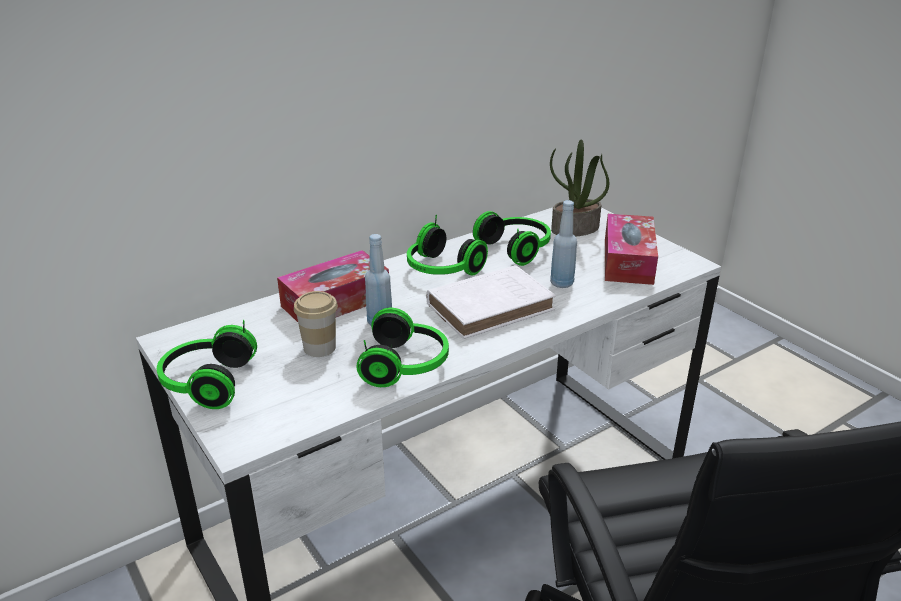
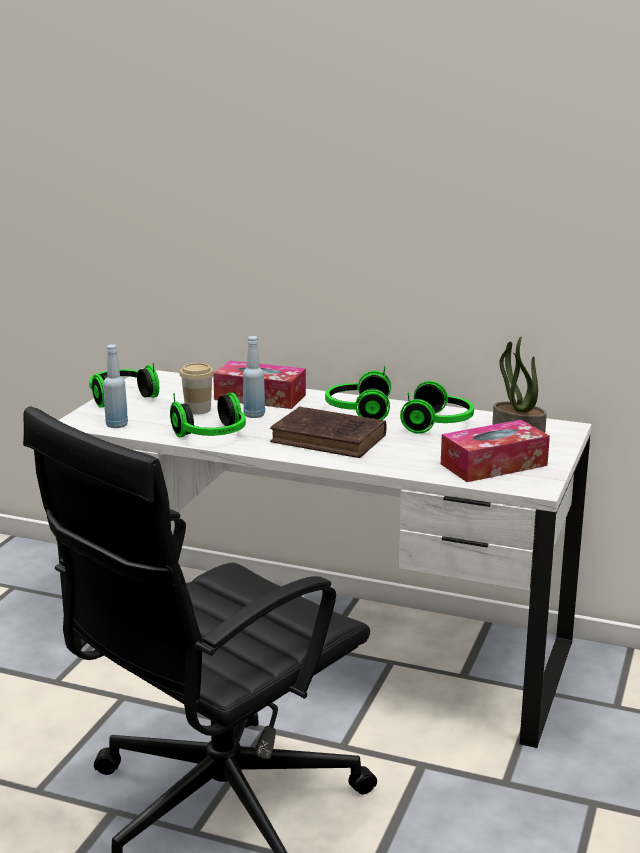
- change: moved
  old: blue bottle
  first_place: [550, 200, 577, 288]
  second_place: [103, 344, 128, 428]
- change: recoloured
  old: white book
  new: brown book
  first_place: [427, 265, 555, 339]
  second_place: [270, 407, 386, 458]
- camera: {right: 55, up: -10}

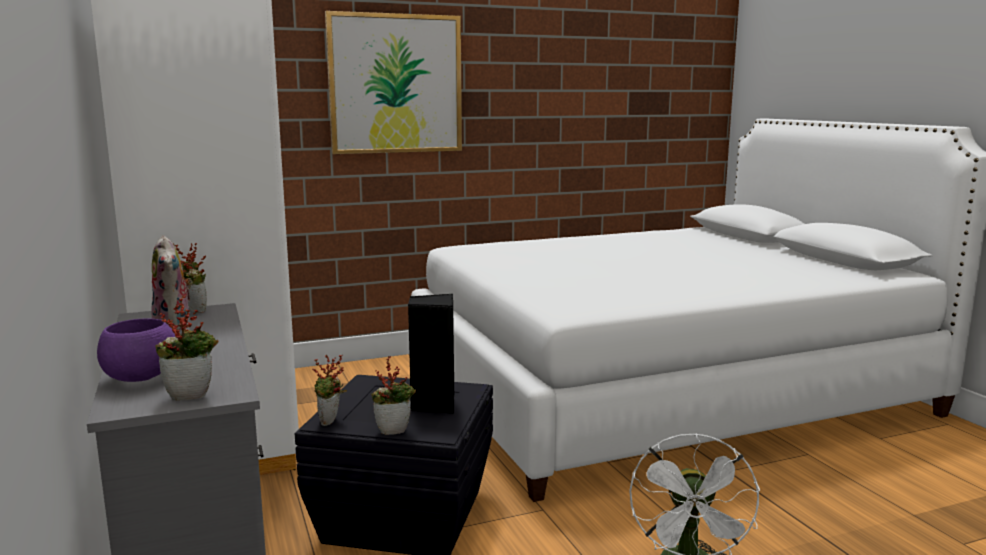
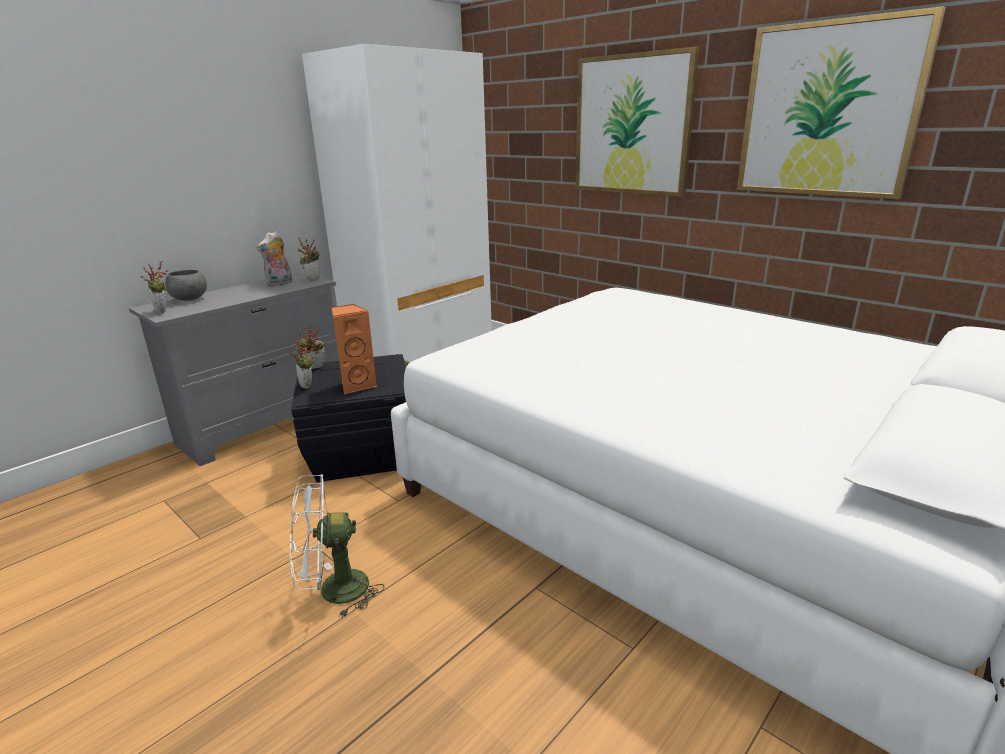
- change: recoloured
  old: purple bowl
  new: grey bowl
  first_place: [97, 319, 175, 382]
  second_place: [165, 270, 207, 301]
- change: recoloured
  old: black speaker
  new: orange speaker
  first_place: [408, 294, 454, 414]
  second_place: [332, 304, 377, 394]
- change: added
  new: picture
  second_place: [737, 6, 946, 199]
- camera: {right: 65, up: 10}

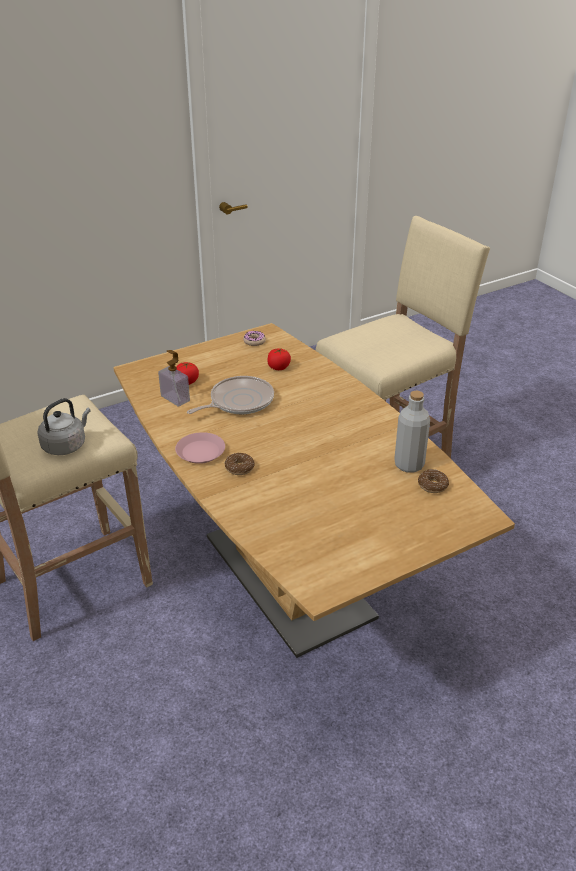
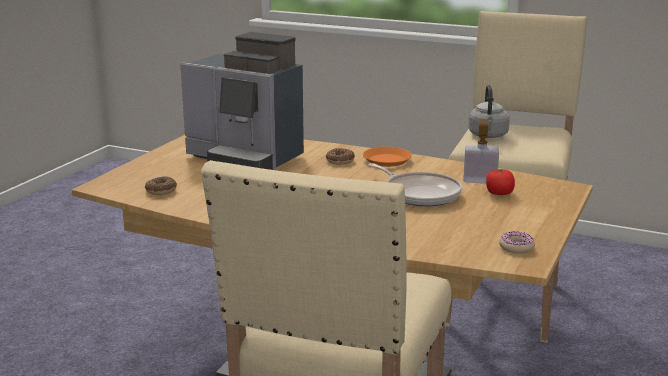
- change: added
  new: coffee machine
  second_place: [180, 32, 304, 170]
- change: recoloured
  old: pink plate
  new: orange plate
  first_place: [175, 432, 225, 464]
  second_place: [363, 147, 412, 167]
- change: turned
  old: frying pan
  first_place: [187, 376, 274, 414]
  second_place: [369, 163, 462, 206]
  degrees: -60
- change: removed
  old: tomato
  first_place: [267, 348, 291, 370]
- change: removed
  old: grey bottle
  first_place: [394, 391, 430, 473]
- camera: {right: 145, up: -15}

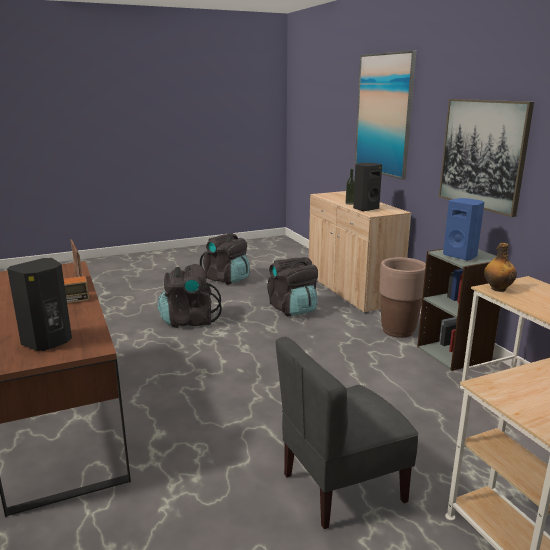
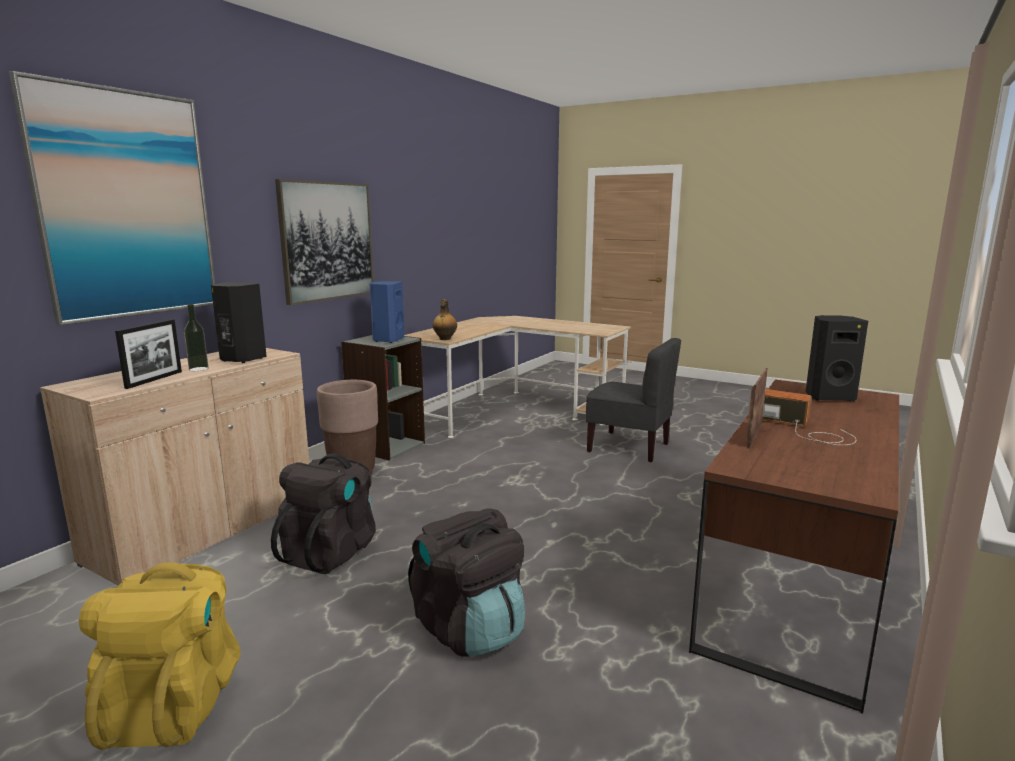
- change: recoloured
  old: black backpack
  new: yellow backpack
  first_place: [200, 233, 250, 285]
  second_place: [79, 562, 241, 750]
- change: added
  new: picture frame
  second_place: [115, 319, 182, 389]
- camera: {right: -125, up: -5}

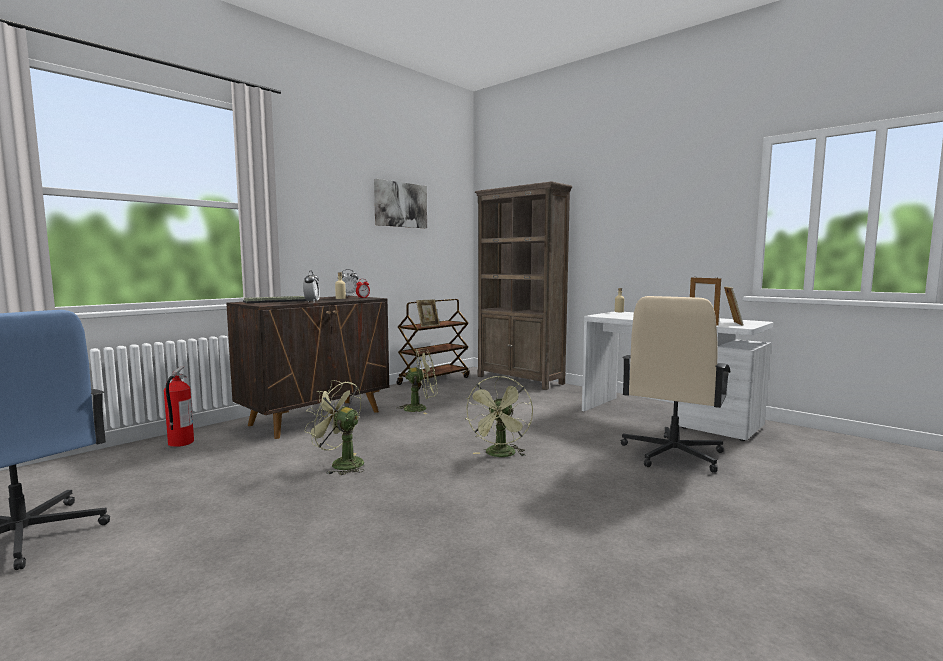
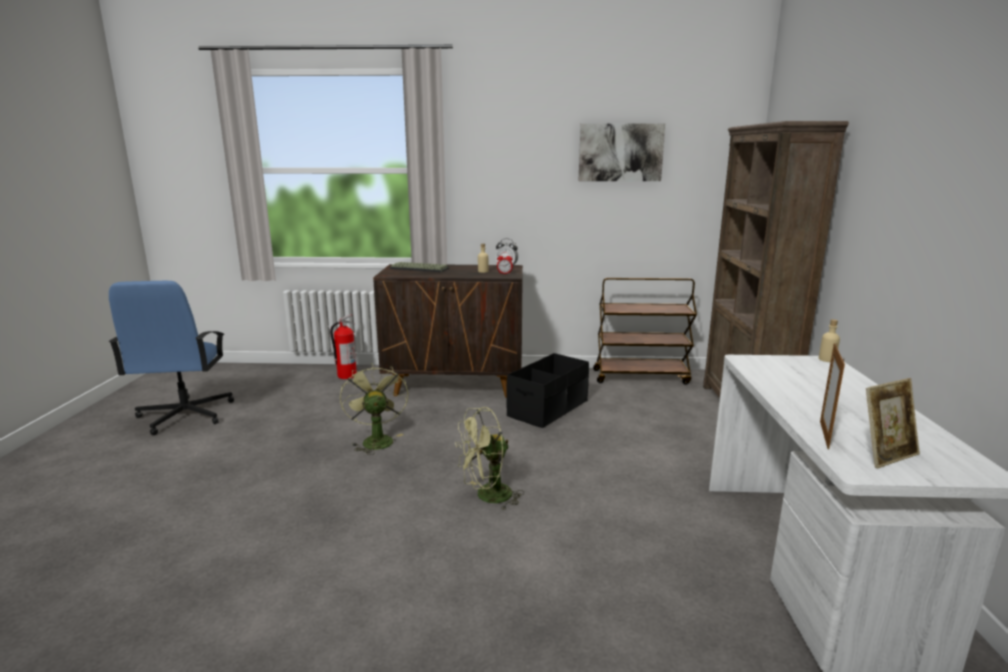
- change: replaced
  old: green fan
  new: black storage box
  first_place: [396, 348, 437, 414]
  second_place: [507, 353, 589, 428]
- change: removed
  old: alarm clock
  first_place: [303, 270, 320, 302]
- change: removed
  old: picture frame
  first_place: [416, 300, 440, 327]
- change: removed
  old: beige office chair
  first_place: [621, 296, 731, 473]
- camera: {right: 50, up: 10}

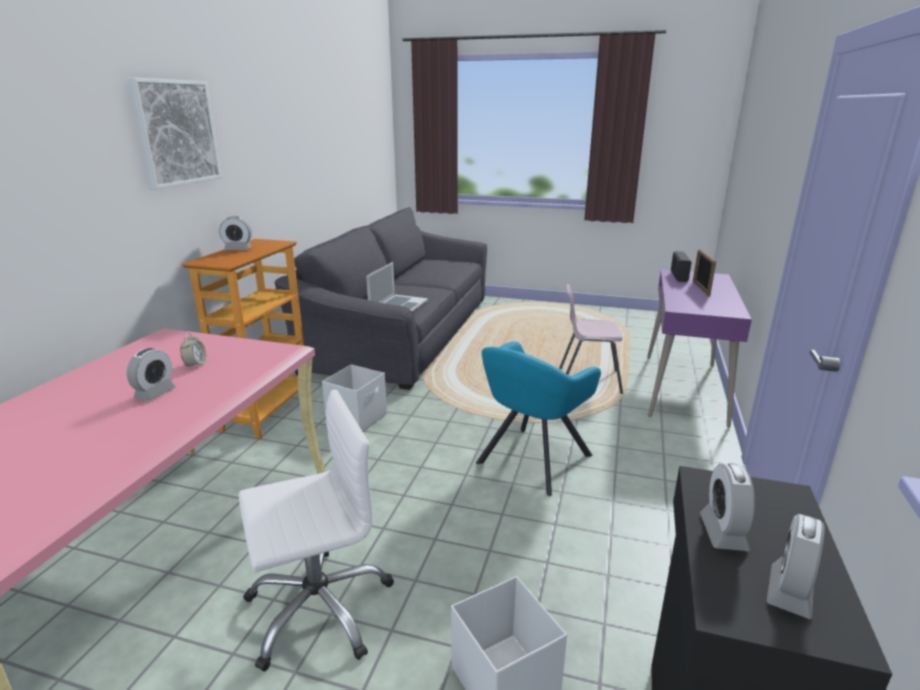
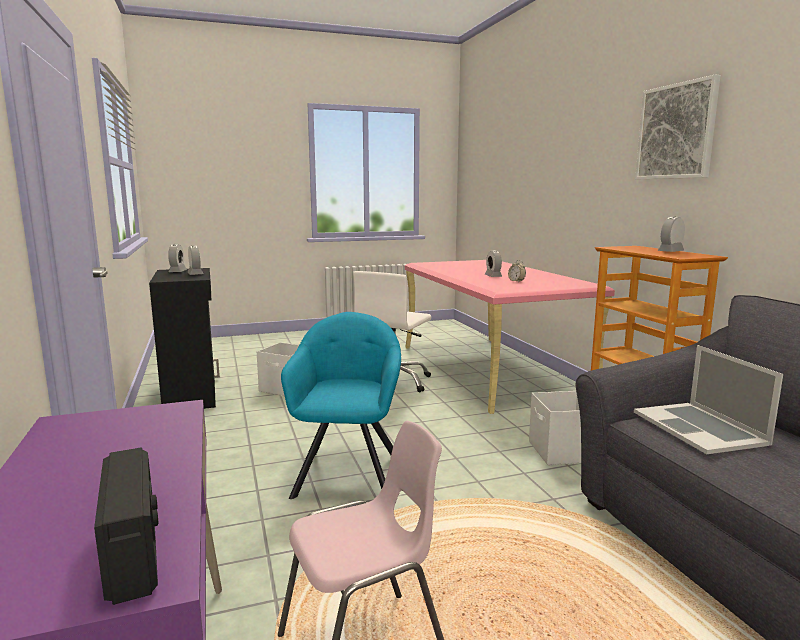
- change: removed
  old: picture frame
  first_place: [693, 249, 716, 296]
- camera: {right: 145, up: -10}

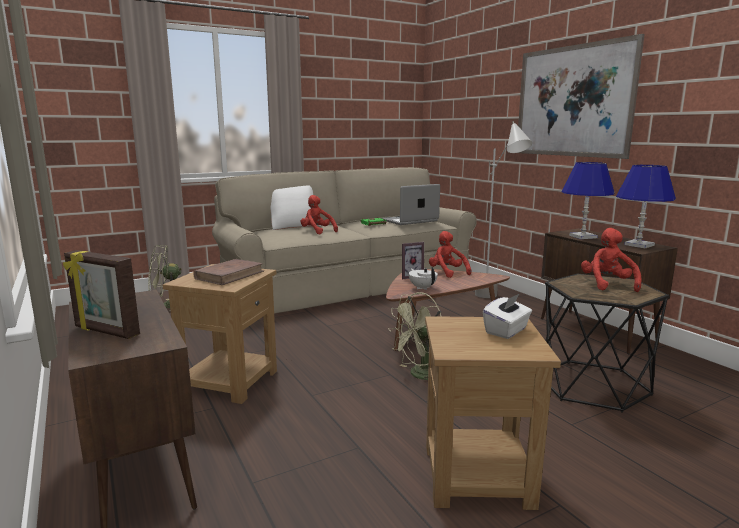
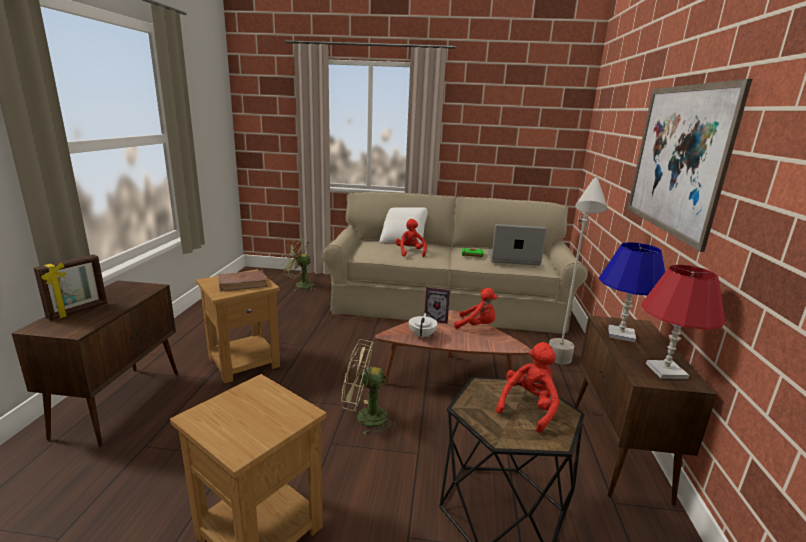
- change: turned
  old: picture frame
  first_place: [63, 250, 140, 339]
  second_place: [34, 254, 107, 321]
  degrees: -120
- change: turned
  old: red plush toy
  first_place: [429, 231, 471, 278]
  second_place: [454, 288, 497, 329]
  degrees: 105
- change: recoloured
  old: blue table lamp
  new: red table lamp
  first_place: [616, 165, 676, 248]
  second_place: [641, 265, 725, 379]
- change: removed
  old: white tissue box
  first_place: [483, 293, 532, 339]
- camera: {right: 35, up: 5}

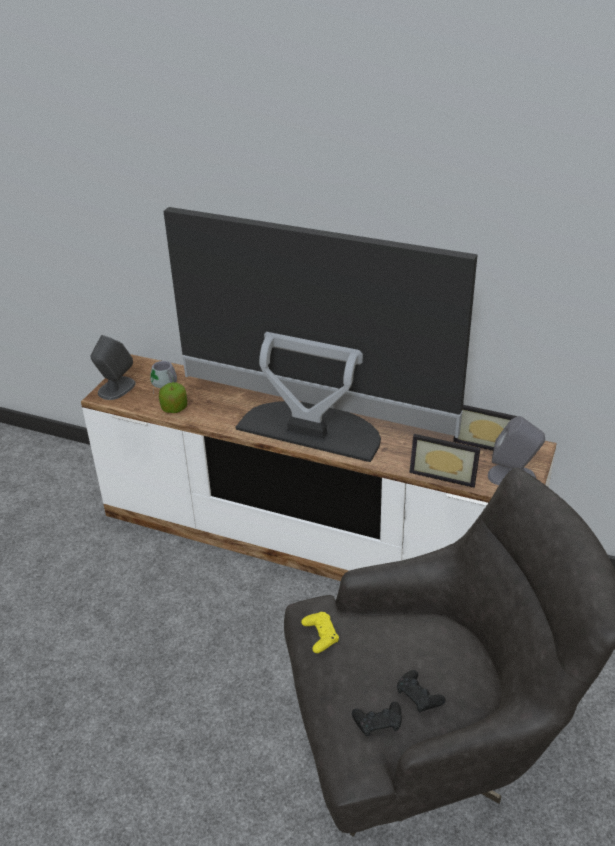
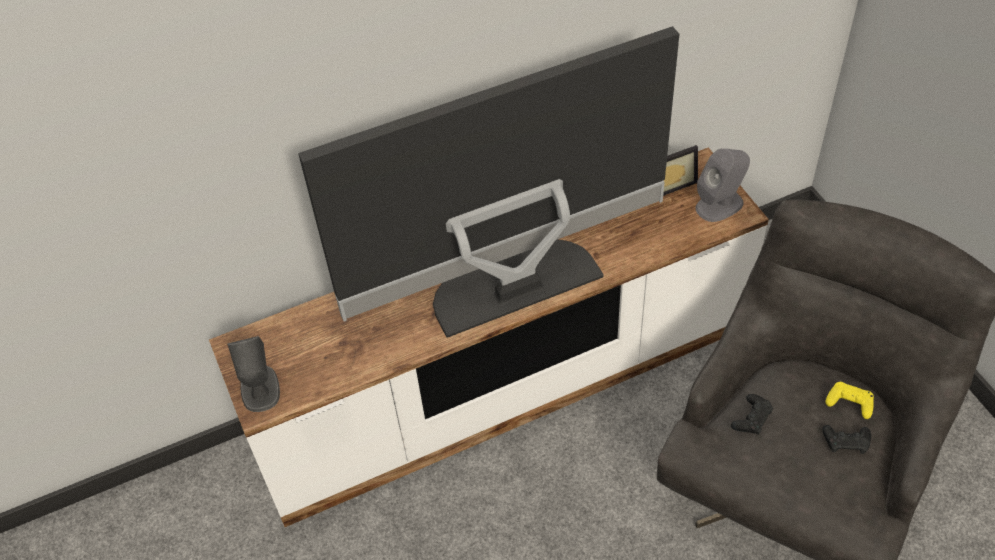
- change: moved
  old: black game controller
  first_place: [352, 702, 402, 737]
  second_place: [731, 394, 773, 435]
- change: moved
  old: yellow game controller
  first_place: [301, 612, 339, 653]
  second_place: [825, 382, 874, 419]
- change: removed
  old: grey mug
  first_place: [150, 361, 177, 392]
- change: removed
  old: apple
  first_place: [159, 382, 187, 413]
- change: removed
  old: picture frame
  first_place: [409, 434, 480, 488]
- camera: {right: -45, up: 15}

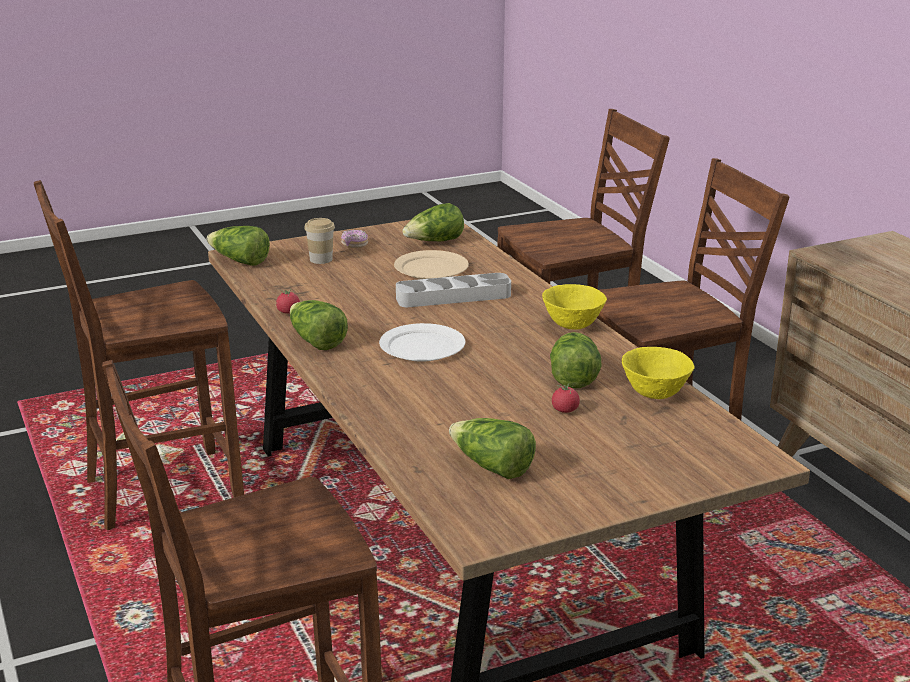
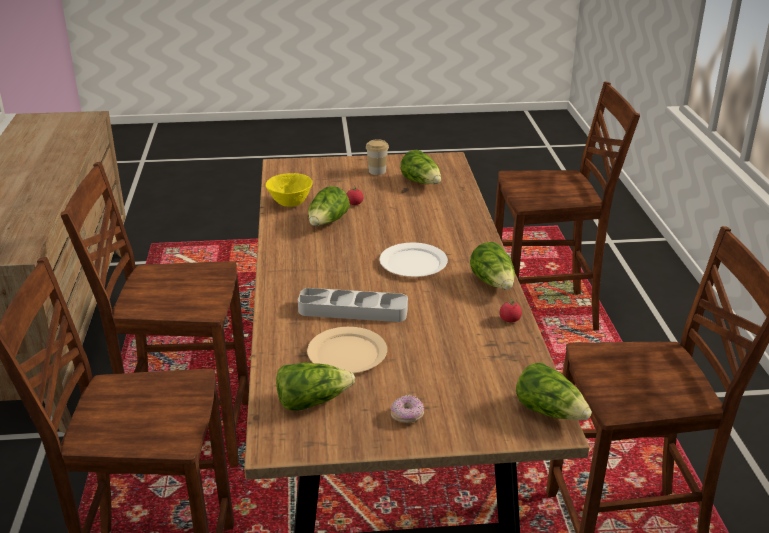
- change: moved
  old: cup
  first_place: [304, 218, 335, 264]
  second_place: [366, 139, 389, 175]
- change: removed
  old: yellow bowl
  first_place: [542, 284, 607, 330]
- camera: {right: -160, up: 5}

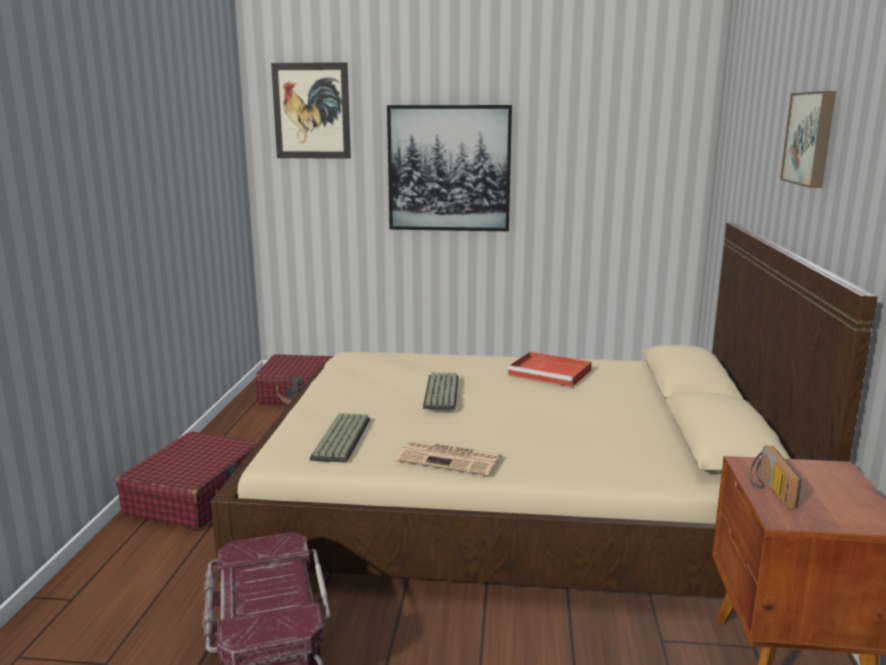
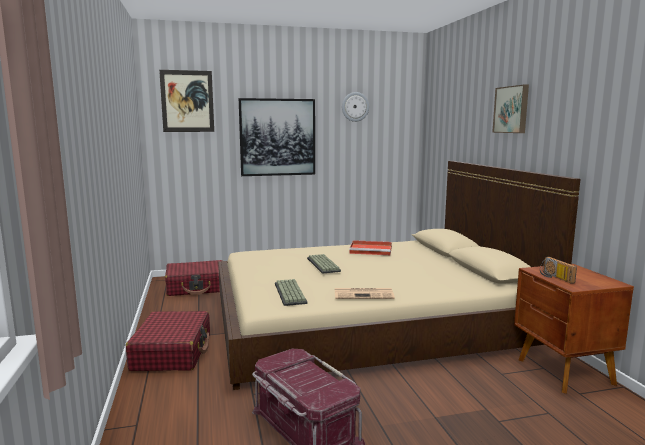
- change: added
  new: wall clock
  second_place: [342, 92, 369, 122]
- camera: {right: -20, up: -5}

